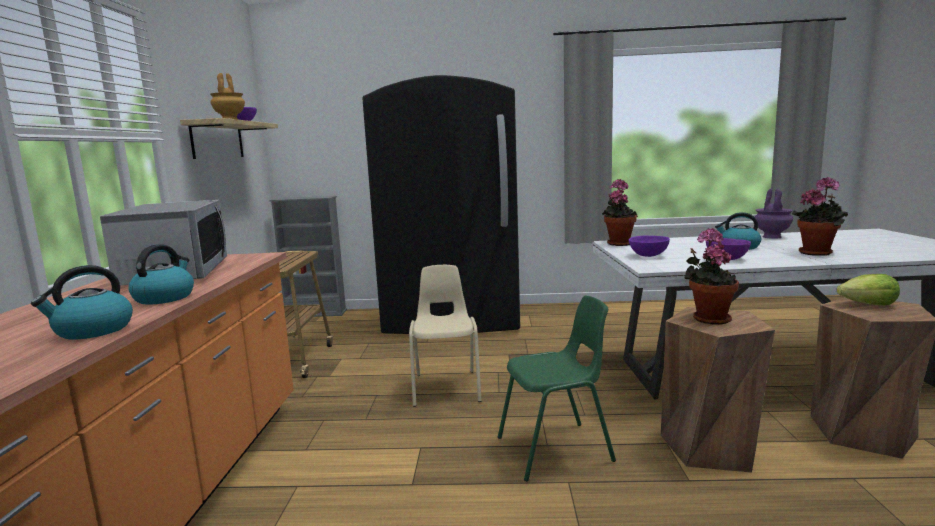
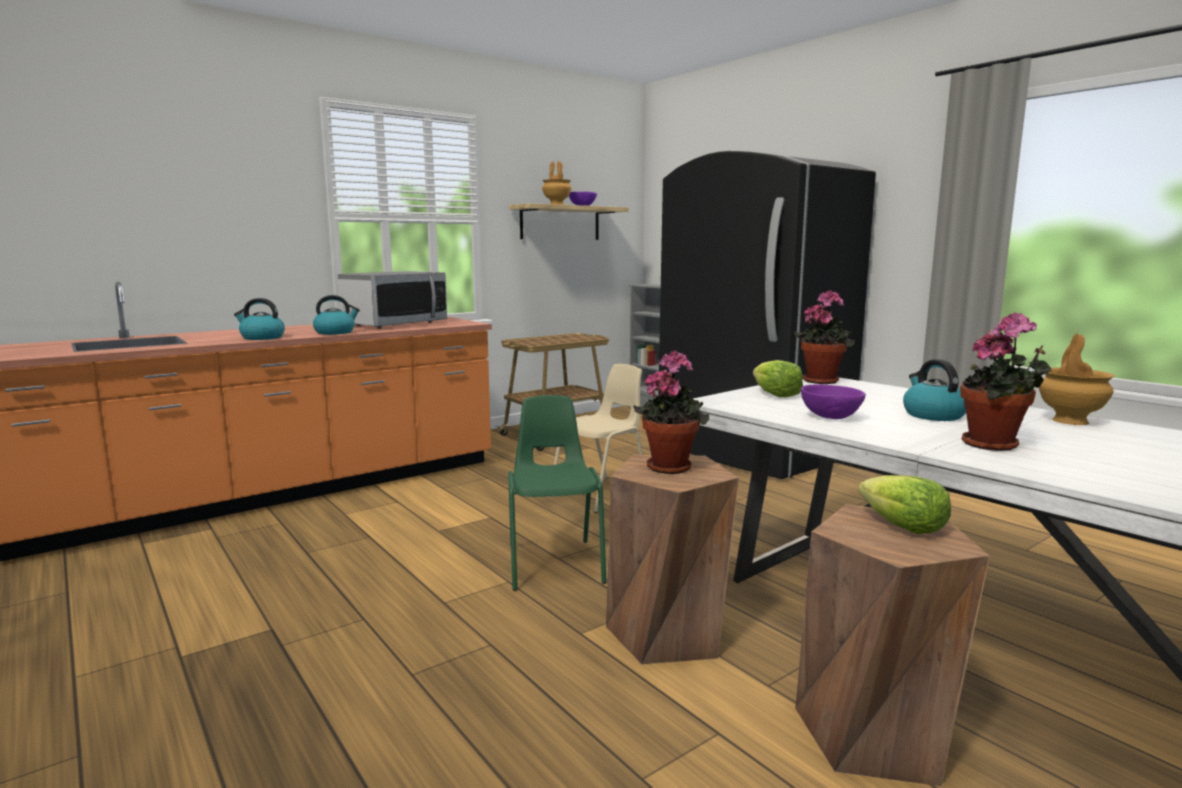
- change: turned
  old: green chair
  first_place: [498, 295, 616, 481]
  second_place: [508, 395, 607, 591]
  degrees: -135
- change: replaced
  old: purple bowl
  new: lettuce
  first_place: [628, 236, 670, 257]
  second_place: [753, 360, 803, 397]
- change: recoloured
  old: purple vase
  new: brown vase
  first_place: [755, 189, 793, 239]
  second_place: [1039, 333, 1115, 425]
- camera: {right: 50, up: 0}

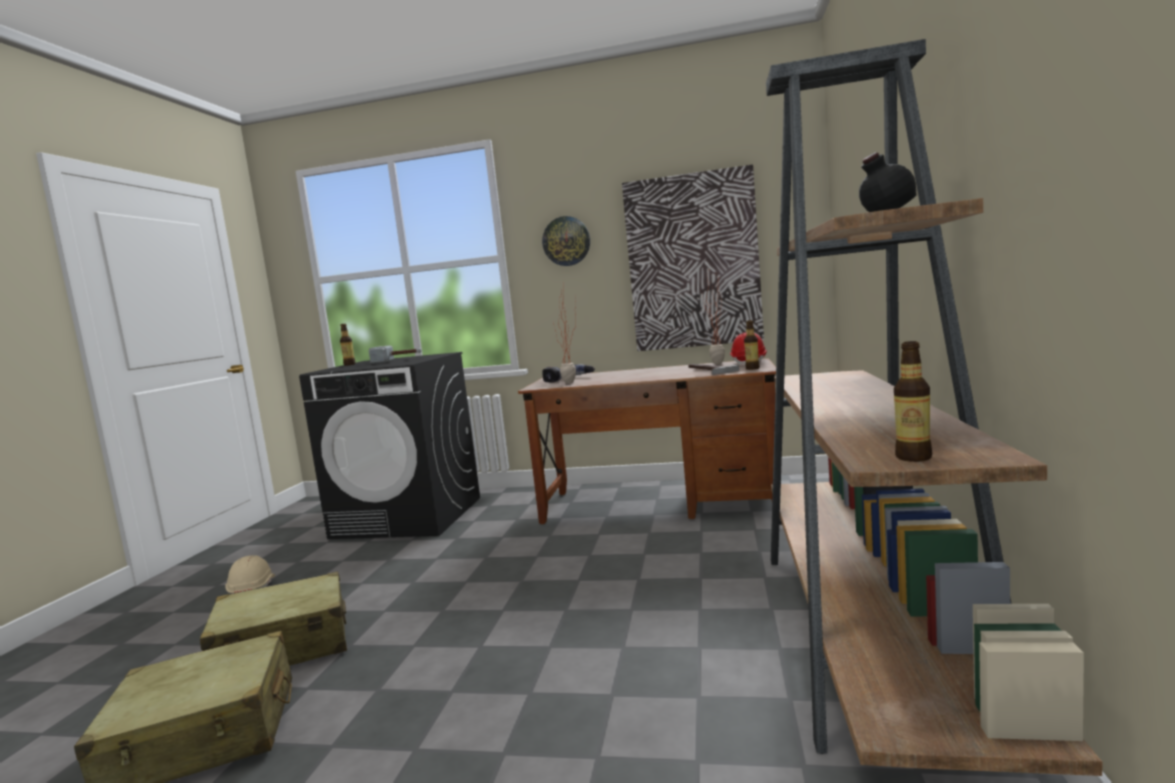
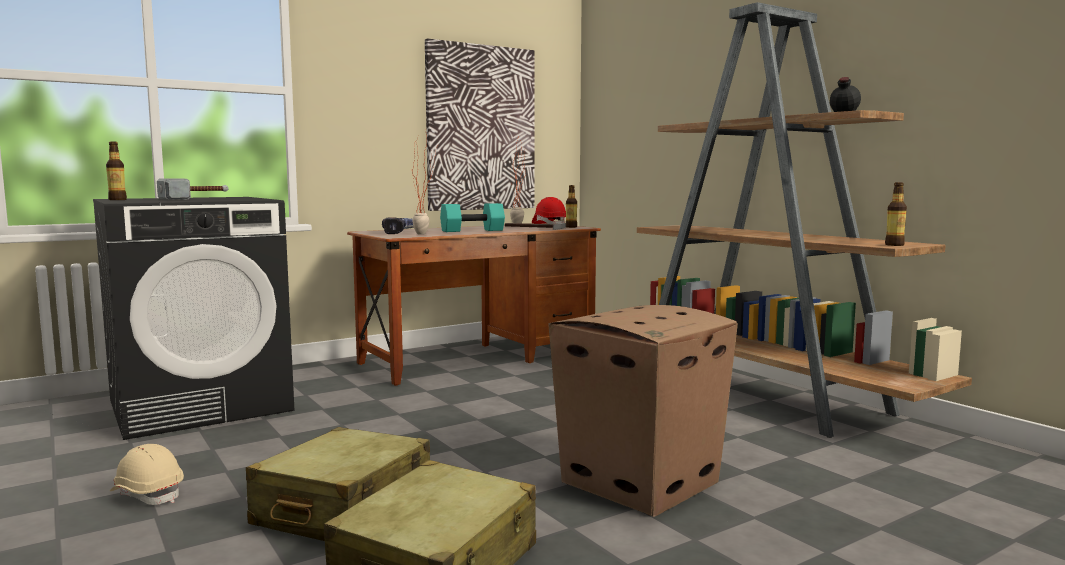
- change: added
  new: turquoise dumbbell
  second_place: [440, 203, 505, 232]
- change: added
  new: cardboard box
  second_place: [548, 305, 738, 517]
- change: removed
  old: wall clock
  first_place: [542, 216, 590, 266]
- camera: {right: -45, up: 0}

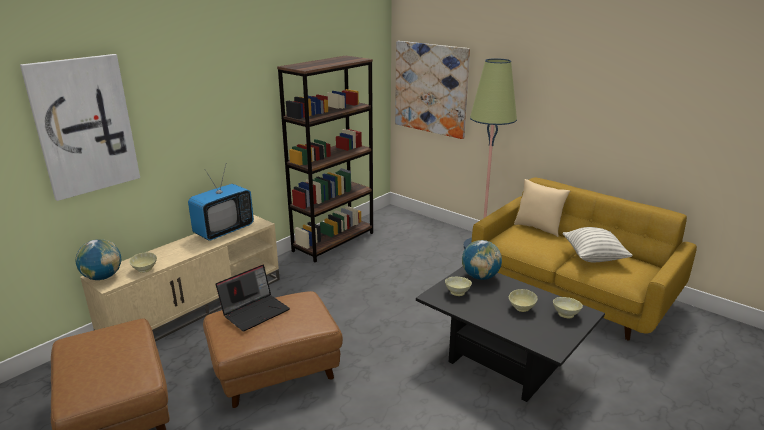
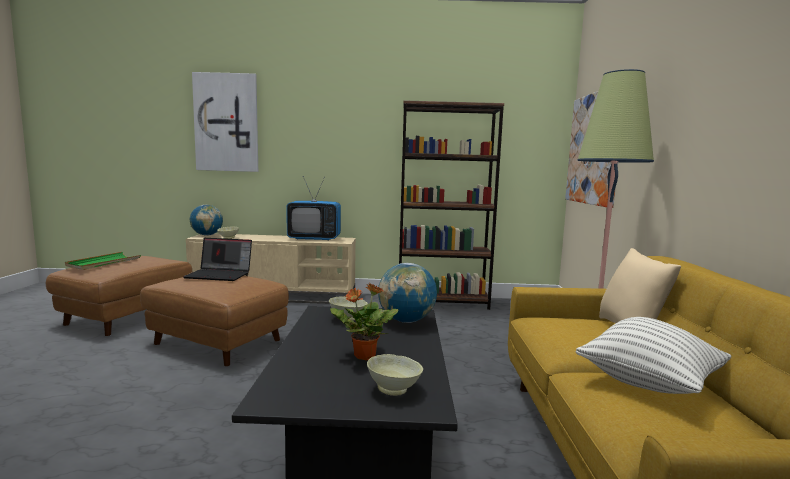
- change: added
  new: green tray
  second_place: [65, 252, 141, 270]
- change: replaced
  old: beige bowl
  new: potted plant
  first_place: [509, 289, 538, 312]
  second_place: [330, 283, 399, 360]
- camera: {right: 50, up: -15}

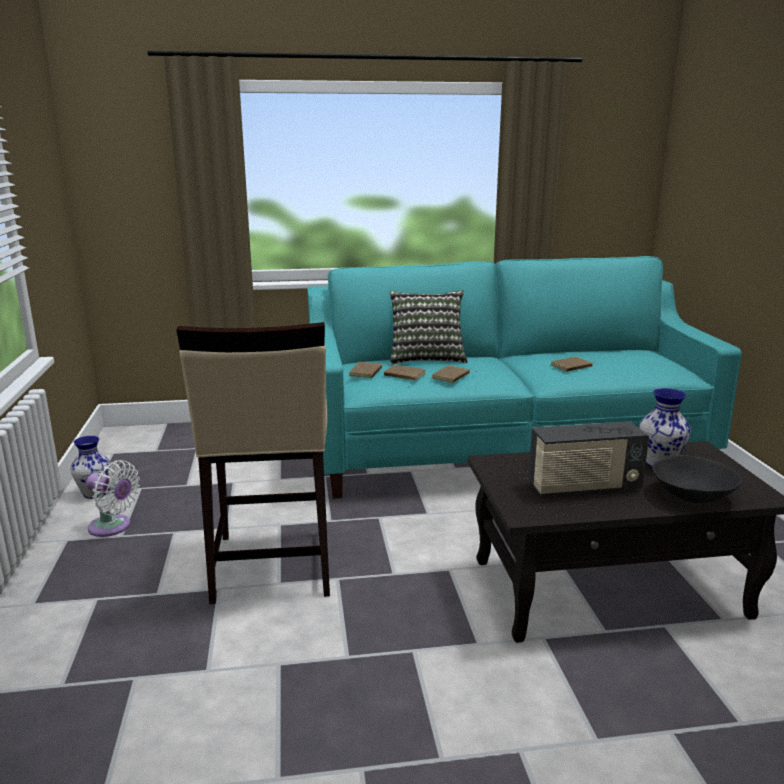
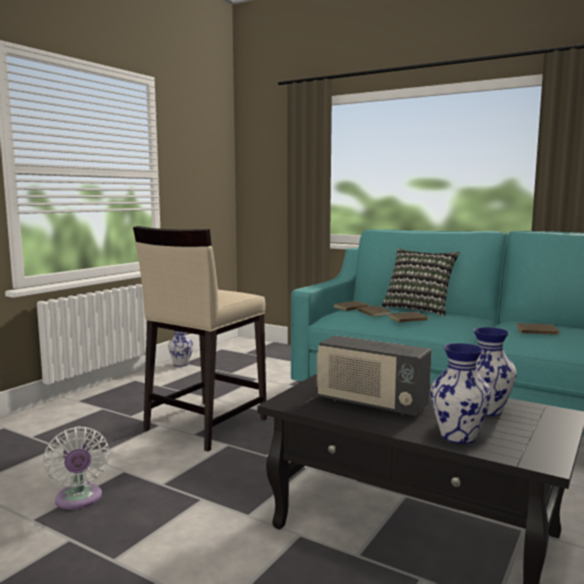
- change: moved
  old: white fan
  first_place: [86, 460, 140, 537]
  second_place: [43, 426, 110, 510]
- change: replaced
  old: black bowl
  new: vase
  first_place: [652, 455, 742, 503]
  second_place: [431, 343, 492, 444]
- camera: {right: 40, up: -10}

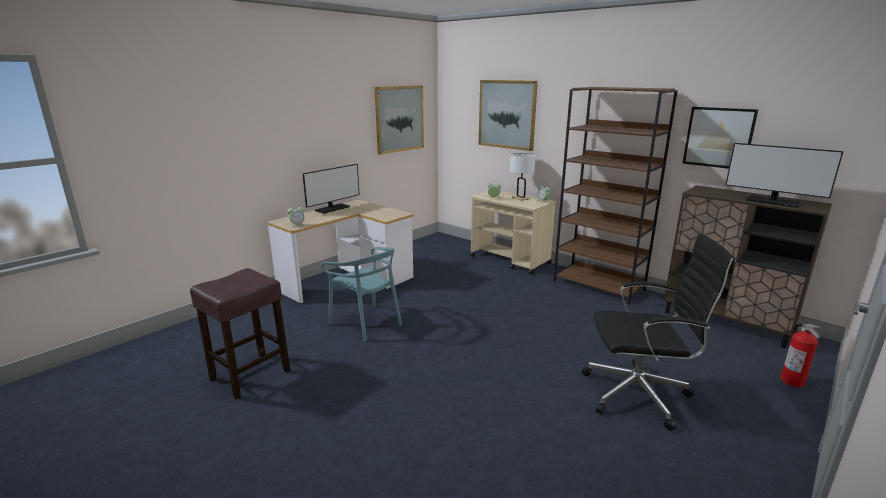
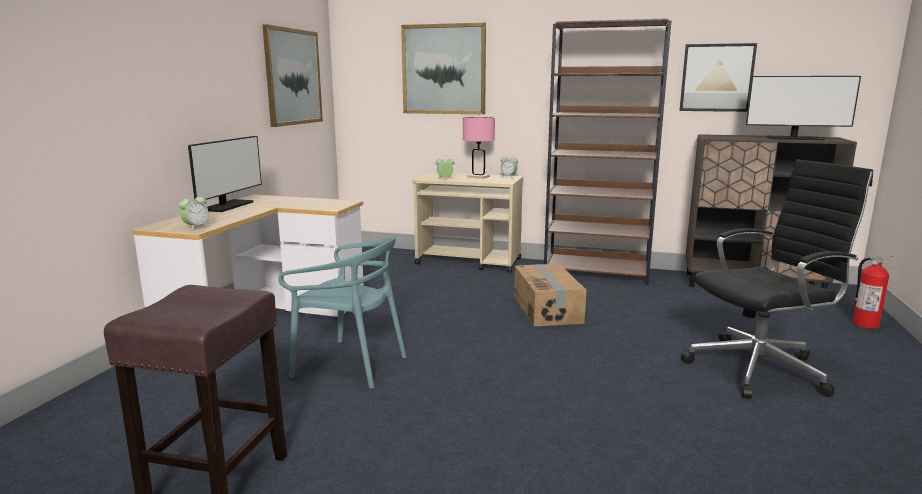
- change: recoloured
  old: white table lamp
  new: pink table lamp
  first_place: [510, 153, 536, 201]
  second_place: [463, 117, 495, 179]
- change: added
  new: cardboard box
  second_place: [514, 264, 587, 327]
- camera: {right: -25, up: -5}

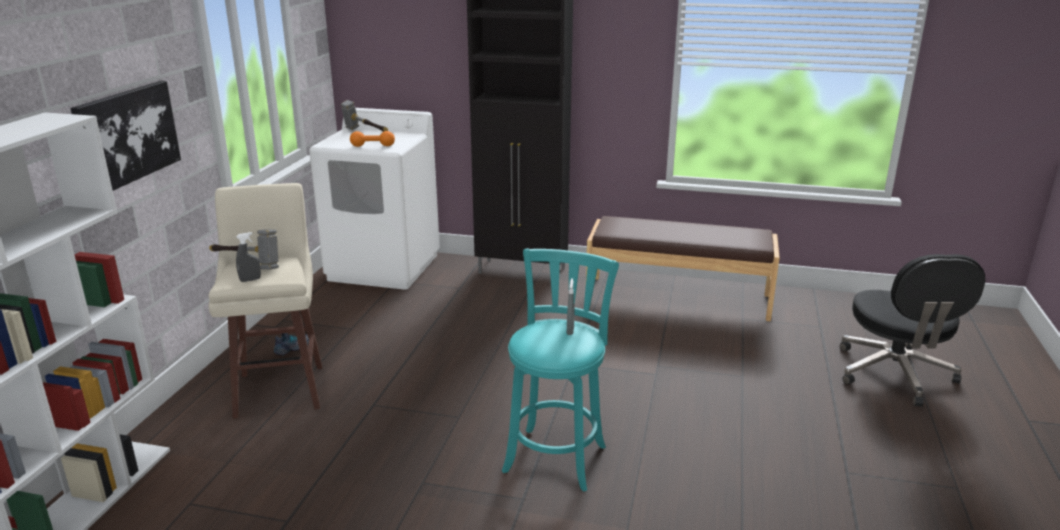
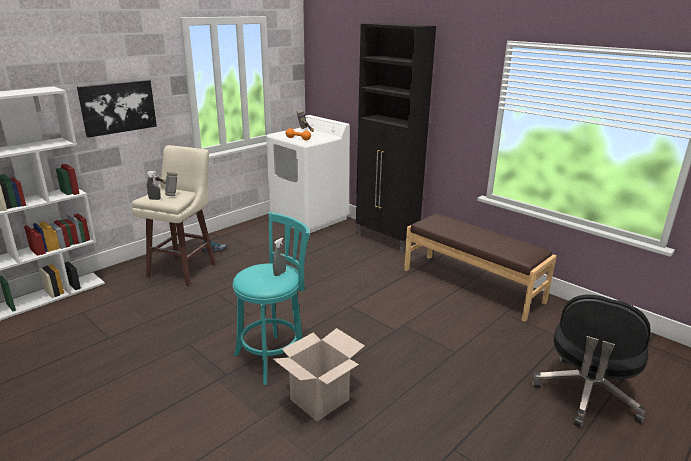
- change: added
  new: cardboard box
  second_place: [273, 328, 365, 421]
- camera: {right: 30, up: 0}

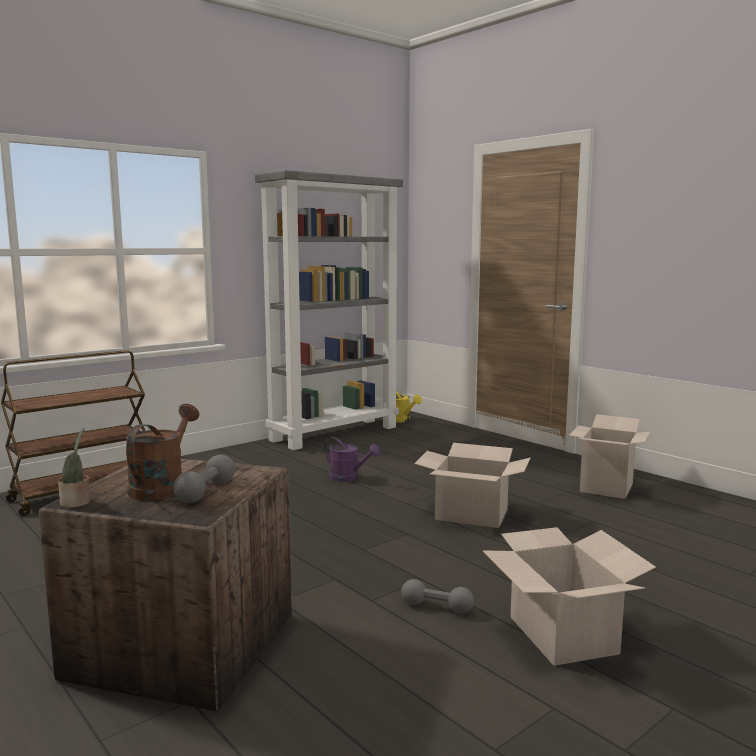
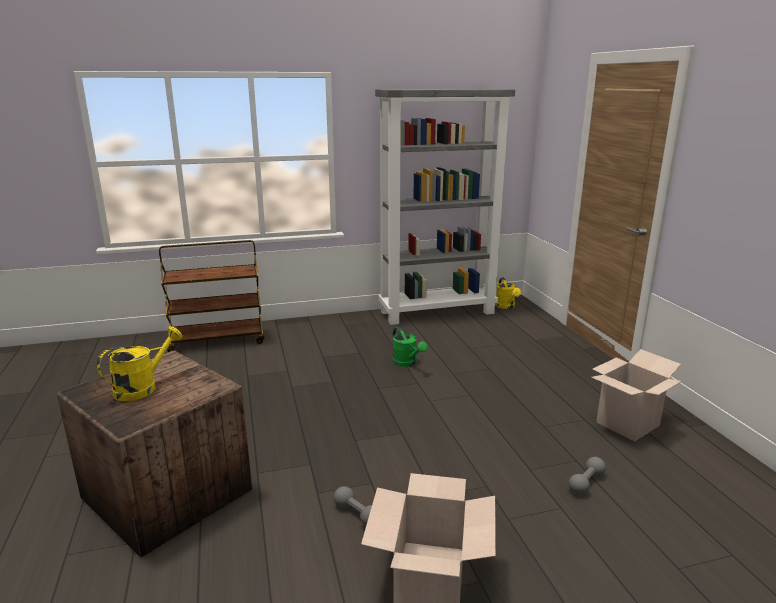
- change: recoloured
  old: brown watering can
  new: yellow watering can
  first_place: [126, 404, 199, 500]
  second_place: [97, 326, 182, 401]
- change: recoloured
  old: purple watering can
  new: green watering can
  first_place: [324, 437, 380, 482]
  second_place: [392, 327, 428, 367]
- change: moved
  old: grey dumbbell
  first_place: [173, 455, 235, 503]
  second_place: [569, 457, 606, 495]
- change: removed
  old: potted plant
  first_place: [58, 428, 90, 508]
- change: removed
  old: cardboard box
  first_place: [414, 443, 531, 528]
- camera: {right: 25, up: 10}

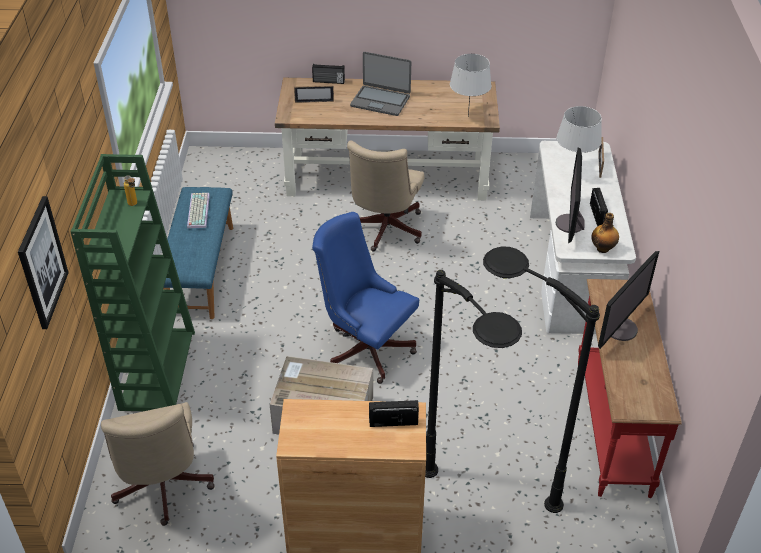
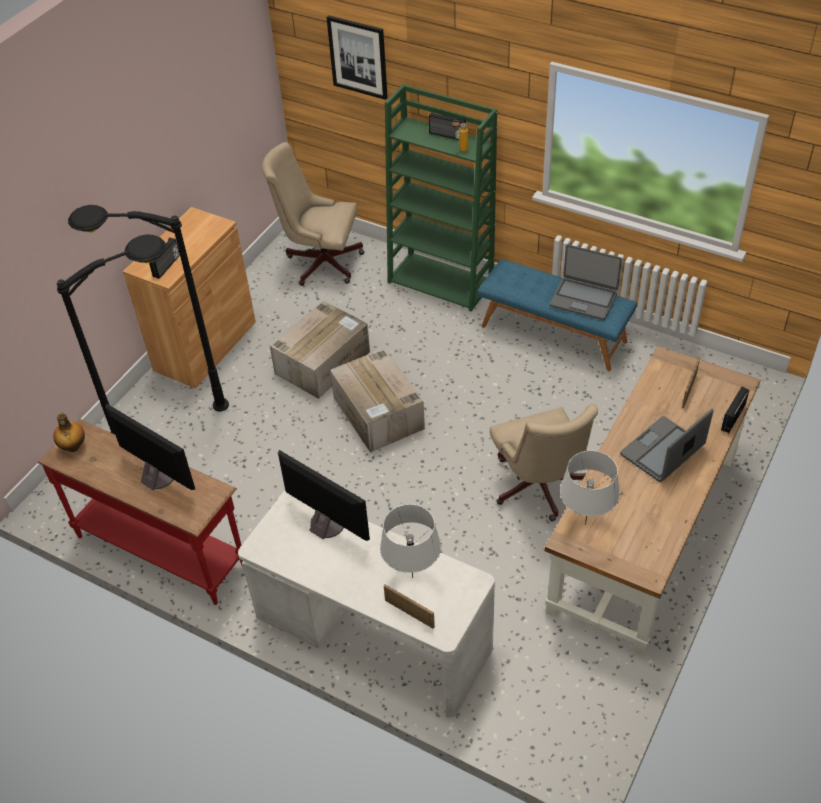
- change: moved
  old: bottle
  first_place: [591, 213, 619, 253]
  second_place: [53, 413, 85, 452]
- change: turned
  old: monitor
  first_place: [598, 251, 659, 349]
  second_place: [105, 403, 195, 490]
  degrees: 150
- change: replaced
  old: blue office chair
  new: cardboard box
  first_place: [312, 212, 419, 384]
  second_place: [330, 348, 425, 453]
- change: moved
  old: radio
  first_place: [590, 188, 608, 227]
  second_place: [429, 112, 466, 140]
- change: turned
  old: beige office chair
  first_place: [347, 140, 424, 252]
  second_place: [490, 404, 598, 522]
  degrees: -150
- change: replaced
  old: keyboard
  new: laptop
  first_place: [187, 193, 210, 228]
  second_place: [550, 244, 622, 320]
- camera: {right: 120, up: 5}

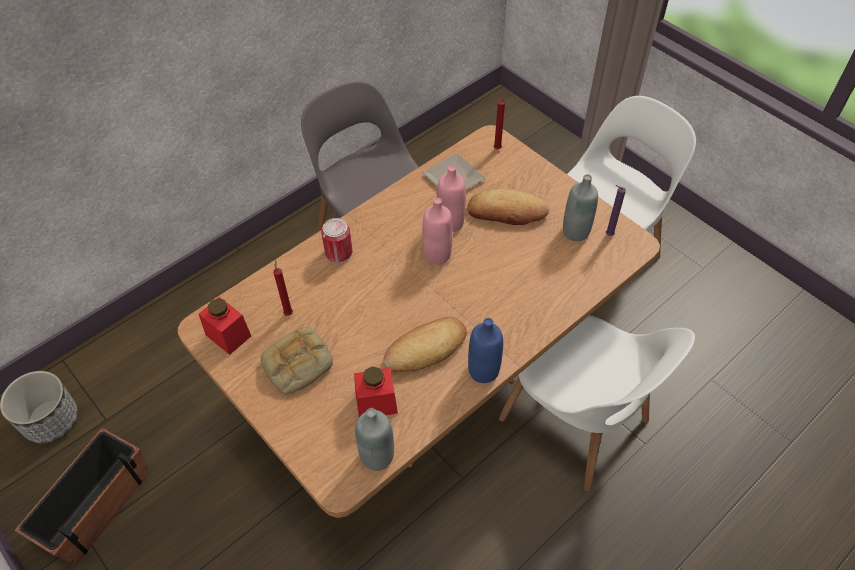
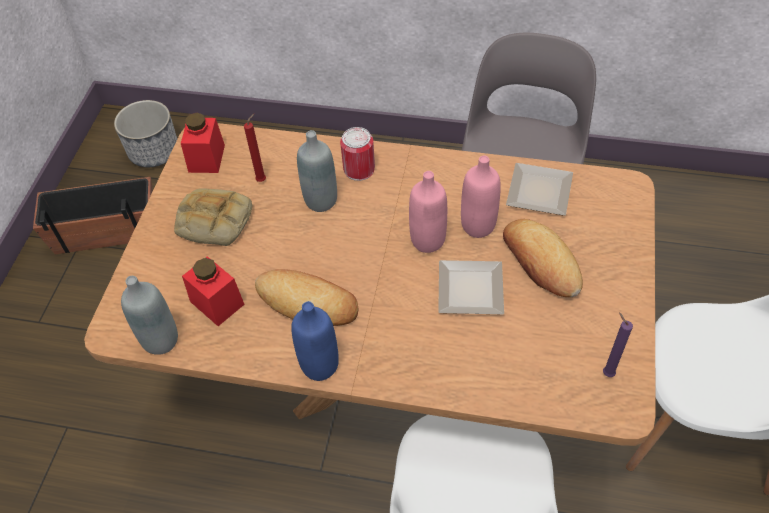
- change: moved
  old: grey bottle
  first_place: [563, 174, 598, 241]
  second_place: [297, 130, 337, 212]
- change: added
  new: plate
  second_place: [438, 260, 504, 314]
- change: removed
  old: red candle
  first_place: [494, 99, 507, 149]
- camera: {right: 55, up: 0}

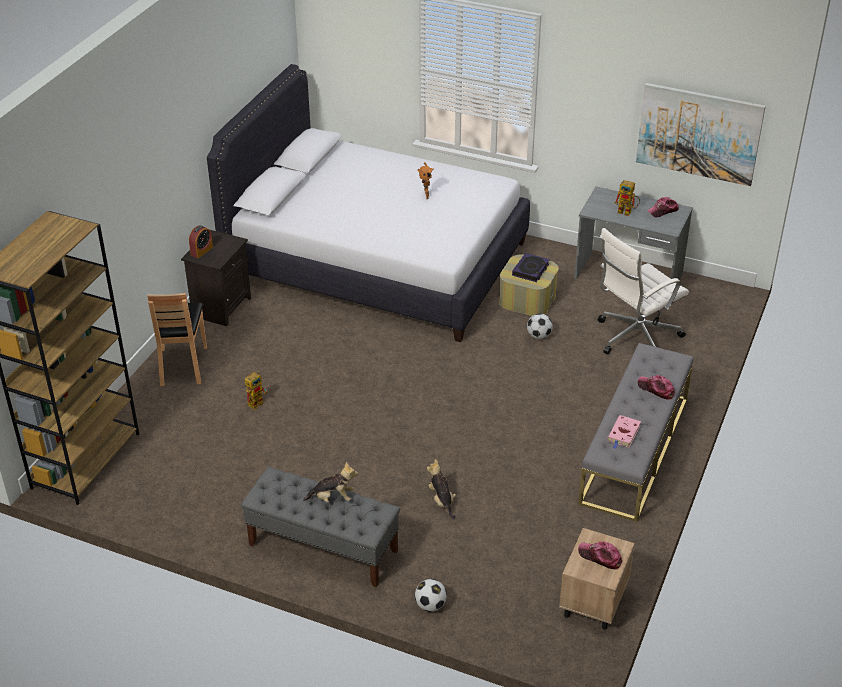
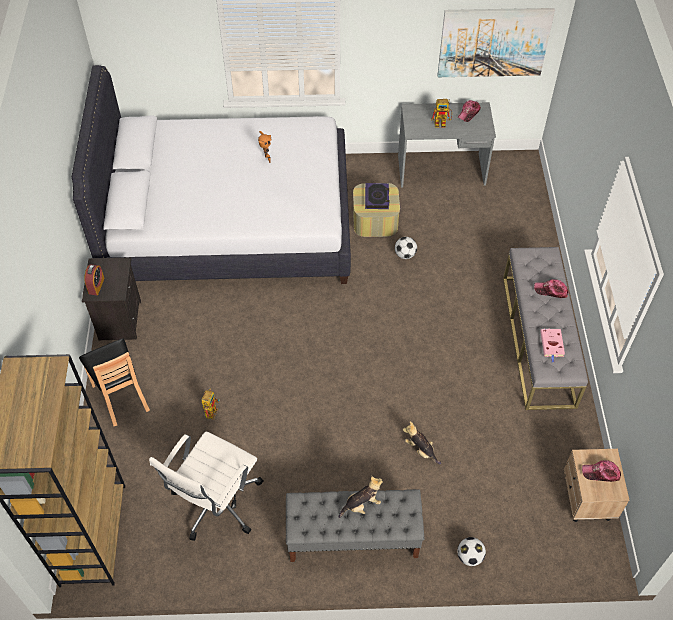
- change: moved
  old: white office chair
  first_place: [598, 228, 689, 354]
  second_place: [149, 432, 264, 541]
- camera: {right: -25, up: 15}

